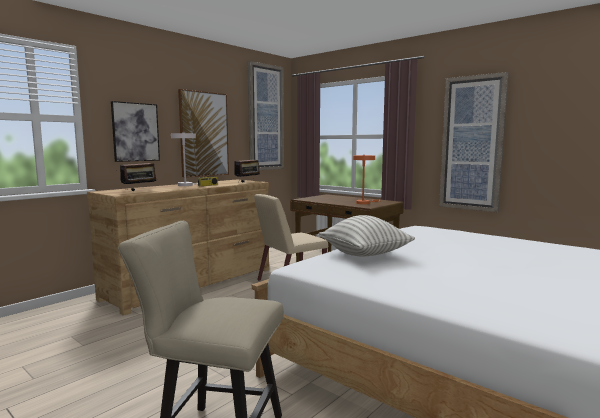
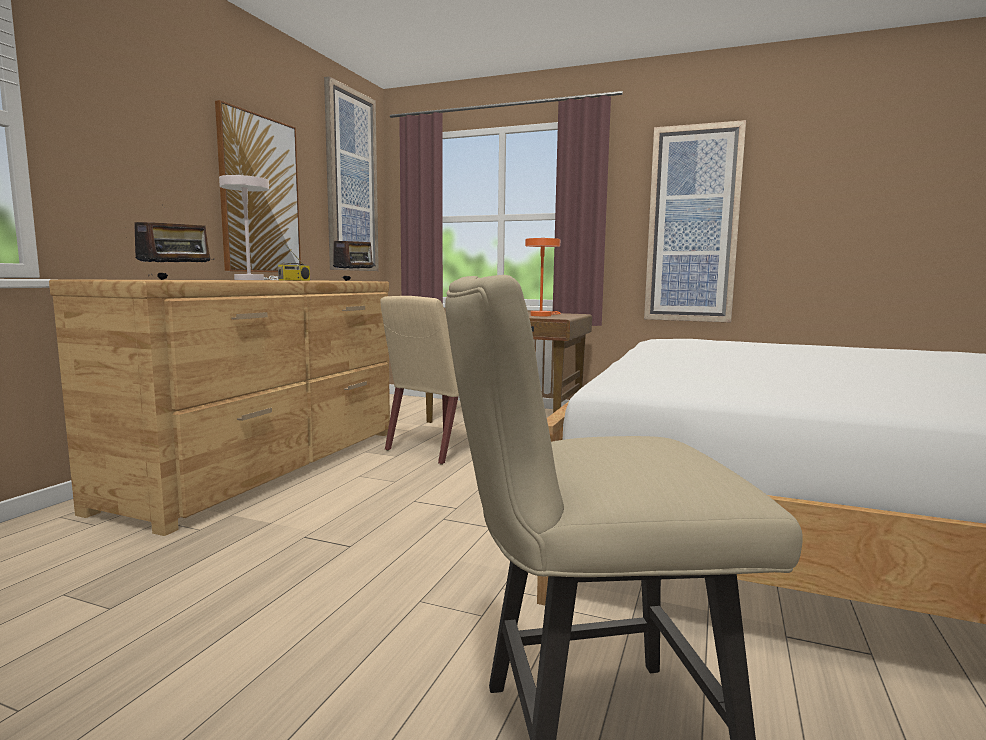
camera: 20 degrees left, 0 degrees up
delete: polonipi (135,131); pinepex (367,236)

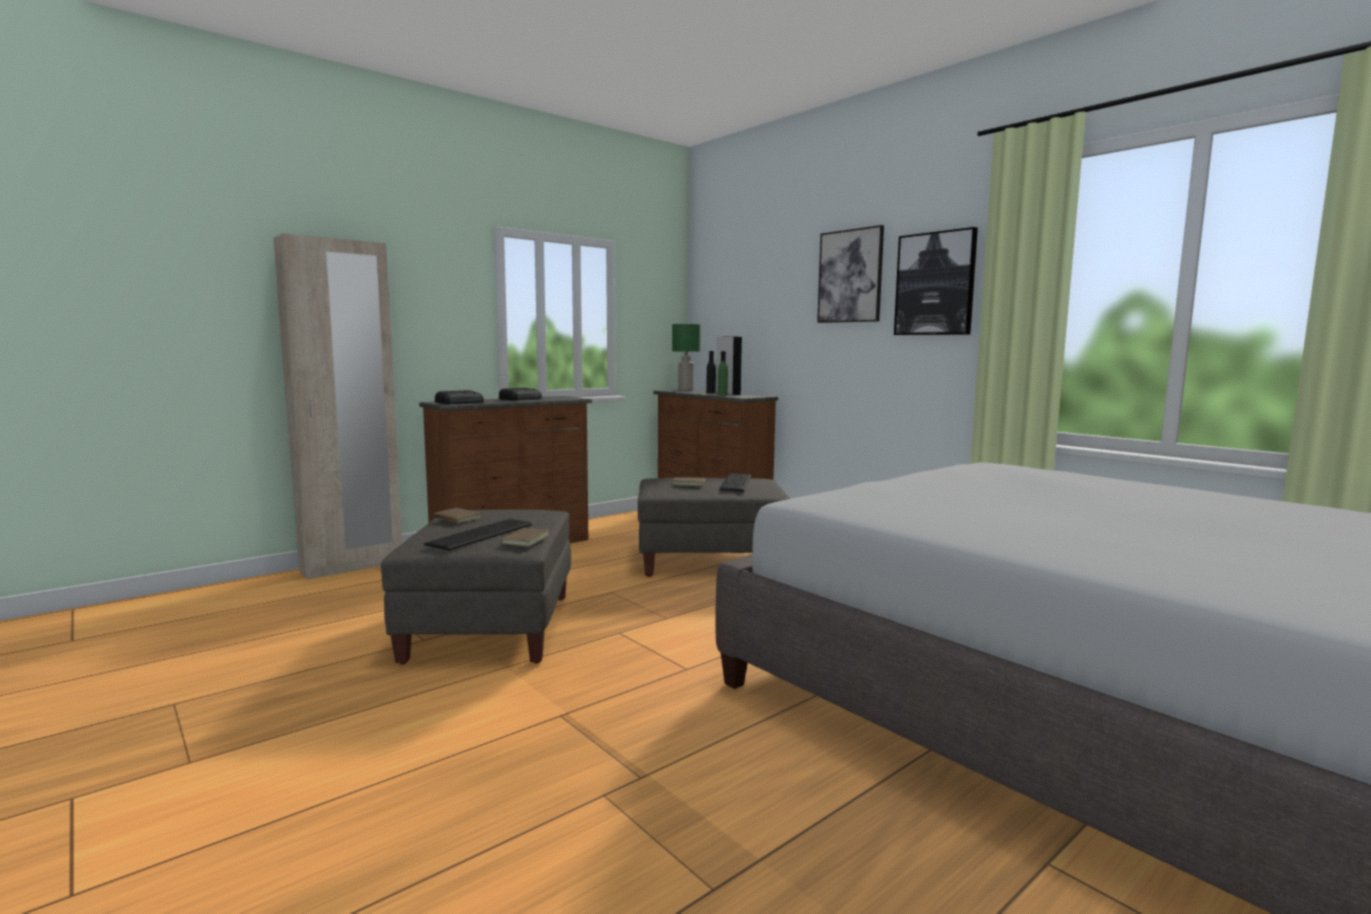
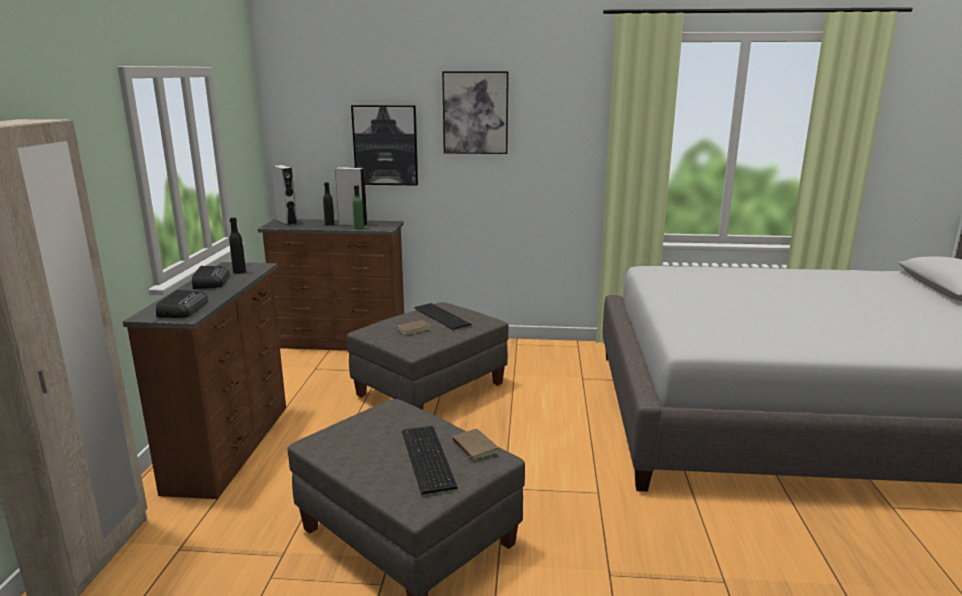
camera: 45 degrees left, 10 degrees up
delete: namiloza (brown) (457,515)
insert: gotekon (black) (237,245)
move: polonipi (936,281) to (384,145)
replace: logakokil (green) (686,357) to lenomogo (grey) (284,195)

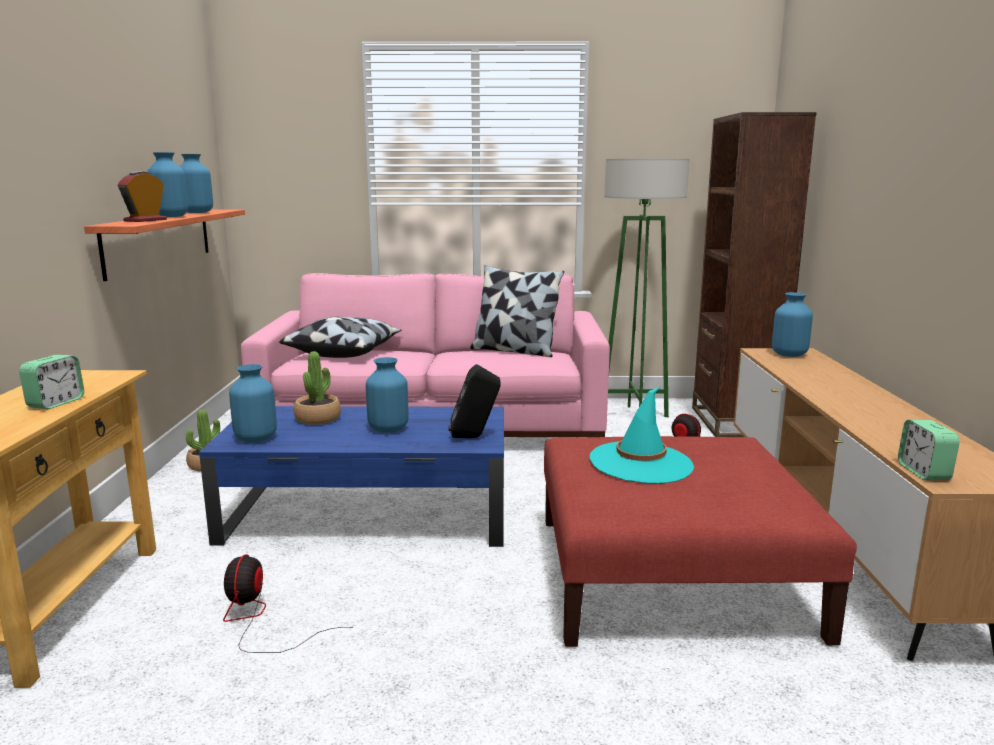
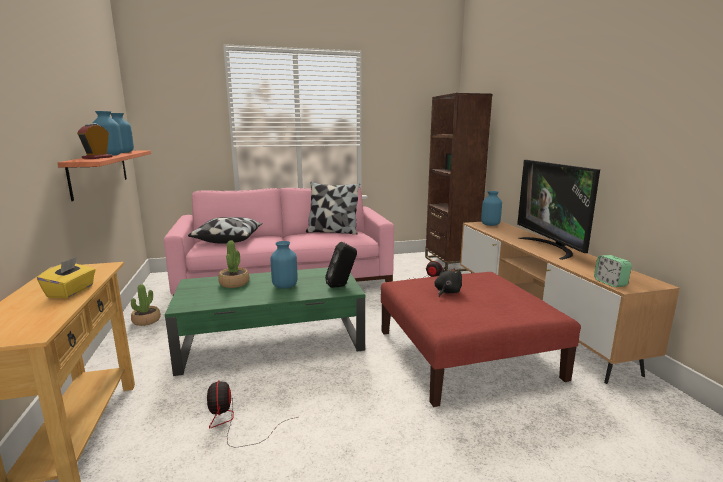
camera: 15 degrees left, 0 degrees up
delete: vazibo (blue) (253,403); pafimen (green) (647,288)
insert: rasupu (558,210)
replace: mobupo (51,382) to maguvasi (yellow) (66,277); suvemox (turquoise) (641,435) to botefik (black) (448,282)
recolor: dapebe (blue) (351,476) to dapebe (green) (265,321)

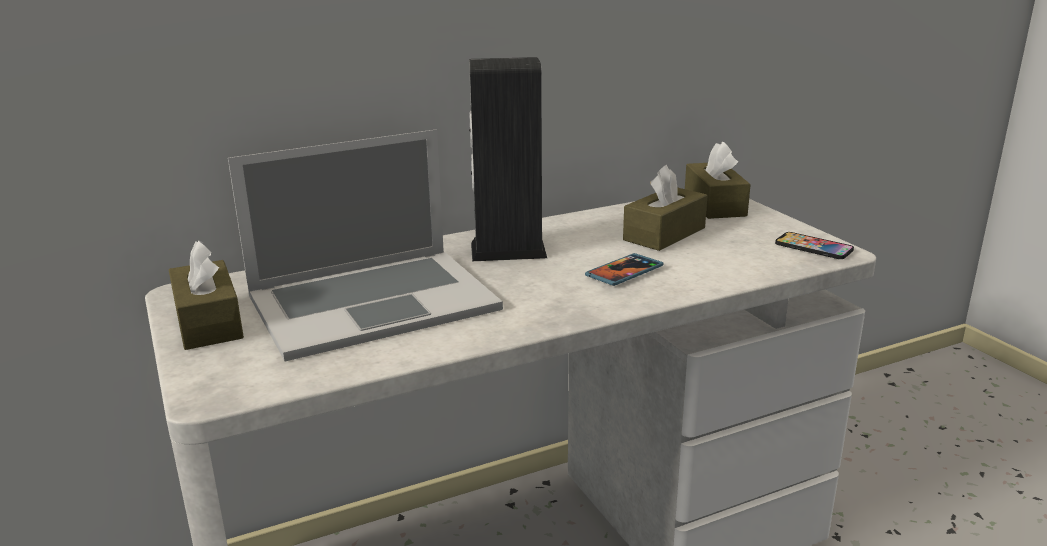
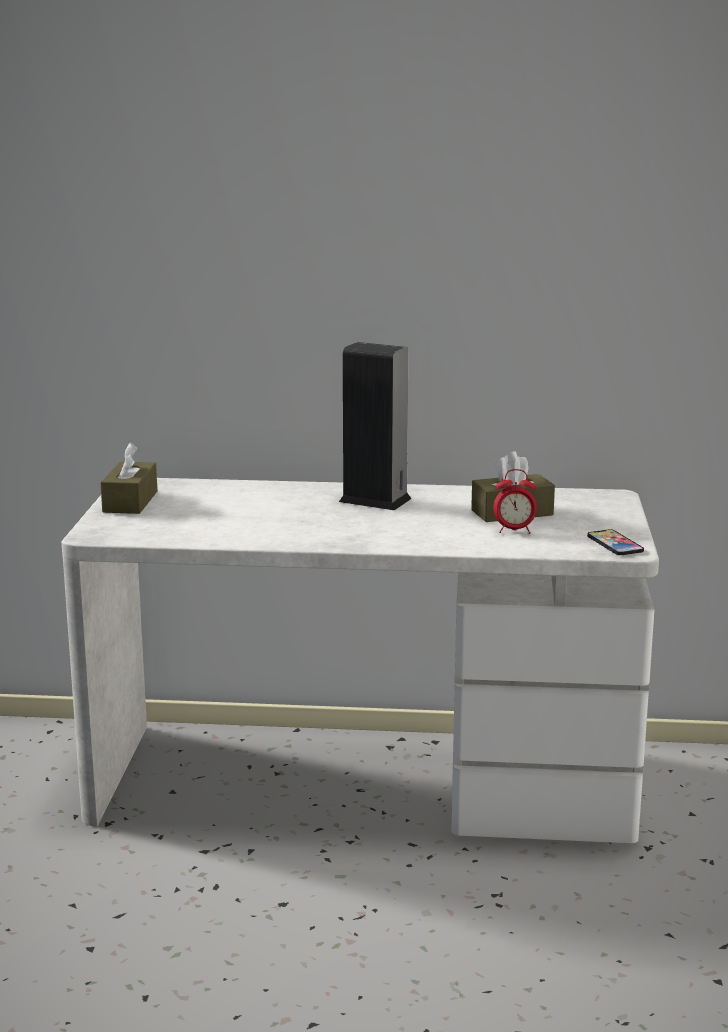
camera: 30 degrees right, 5 degrees down
delete: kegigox (365,245); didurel (624,269); maguvasi (brown) (718,180)
insert: mobupo (515,501)

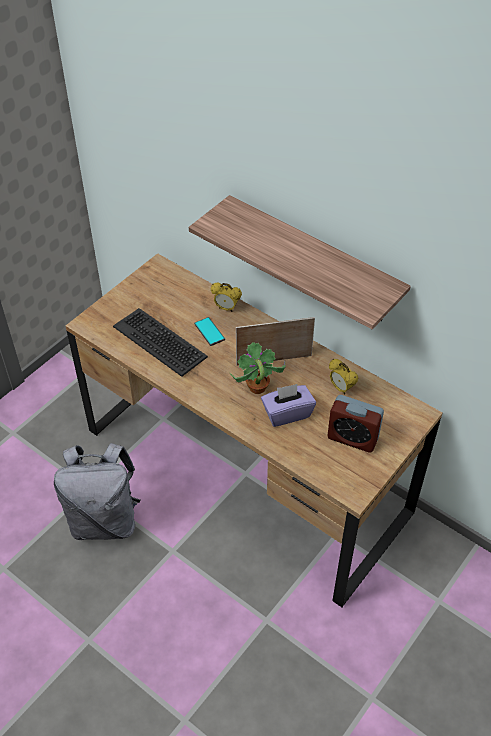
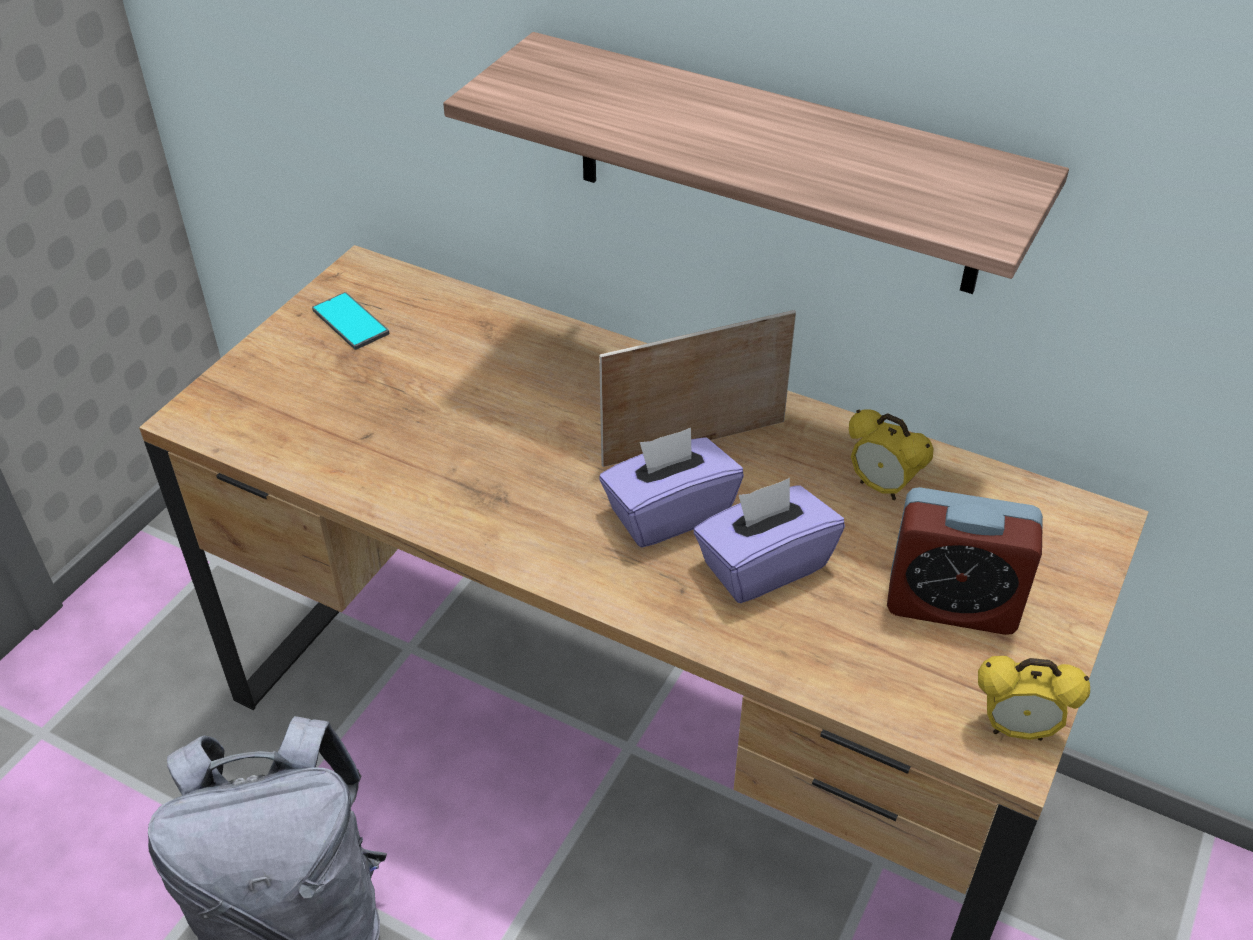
camera: 10 degrees left, 5 degrees down
delete: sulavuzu (160,342)
move: didurel (209,331) to (350,321); mobupo (226,297) to (1034,698)
replace: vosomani (258,368) to maguvasi (purple) (671,488)

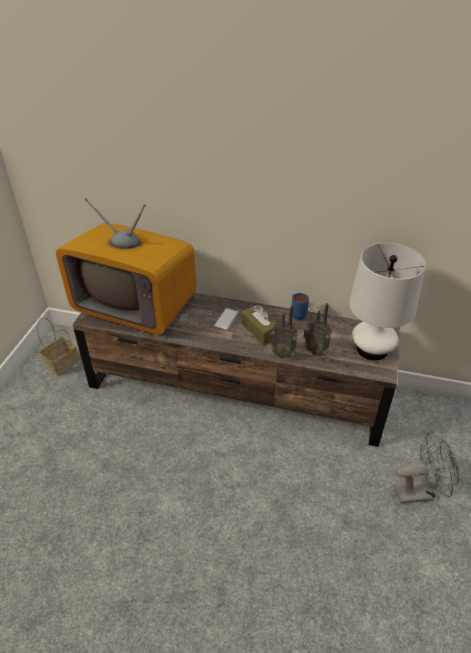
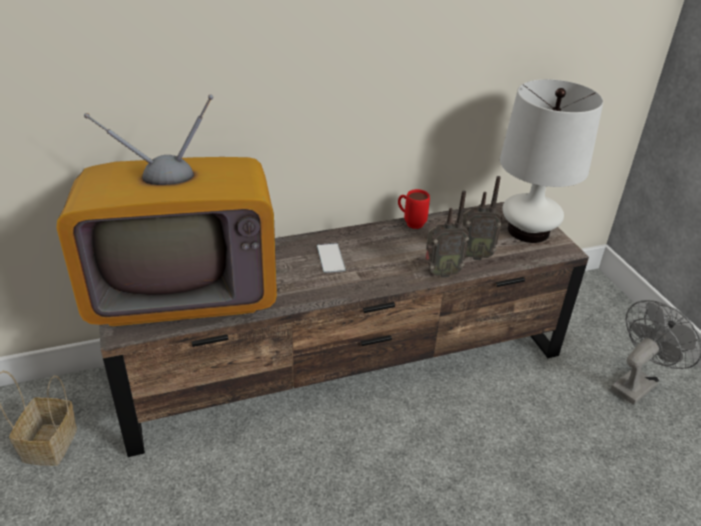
camera: 35 degrees left, 5 degrees down
delete: maguvasi (brown) (260,324)
recolor: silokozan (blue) (300,306) to silokozan (red) (414,209)

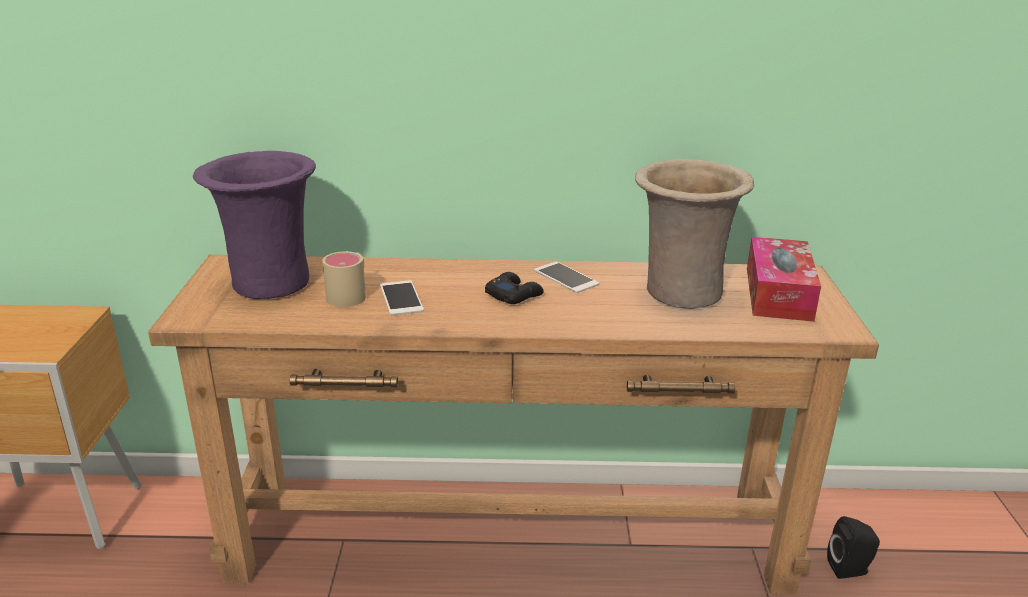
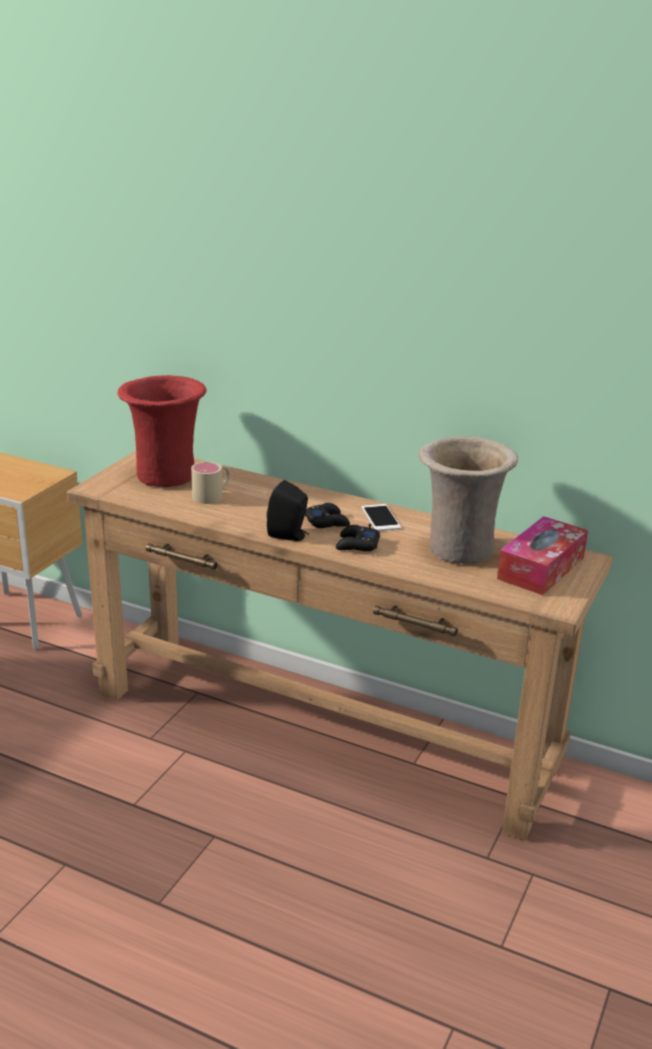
camera: 25 degrees right, 0 degrees up
delete: didurel (402,298)
insert: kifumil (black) (358,537)
move: lenomogo (black) (853,547) to (288,510)
recolor: vazibo (purple) (254,225) to vazibo (red) (162,431)

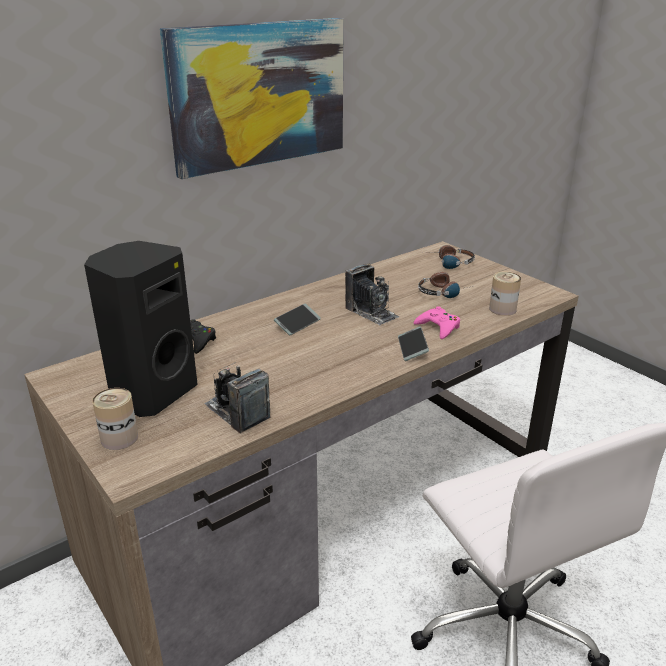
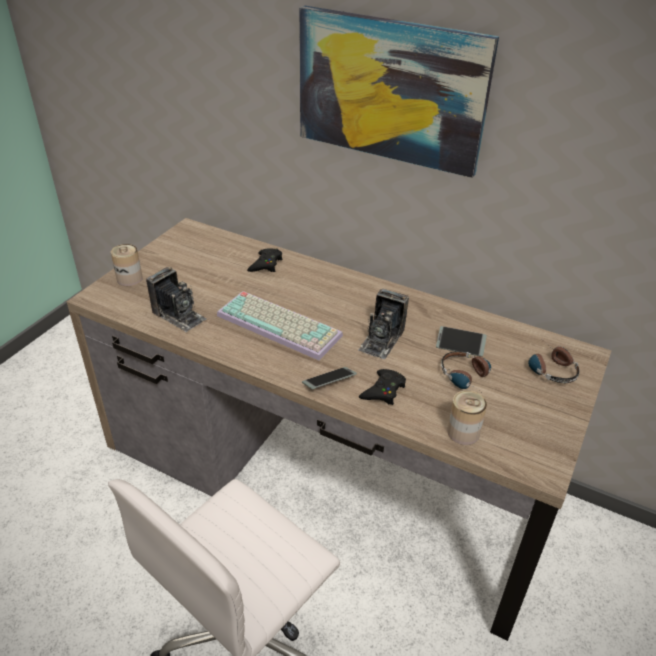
camera: 65 degrees right, 10 degrees up
delete: lenomogo (black) (141,329)
insert: sulavuzu (280,325)
move: didurel (297,320) to (461,341)
recolor: kifumil (pink) (437,322) to kifumil (black) (382,387)
rotate: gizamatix (237,397) = (176,299) 105 degrees clockwise

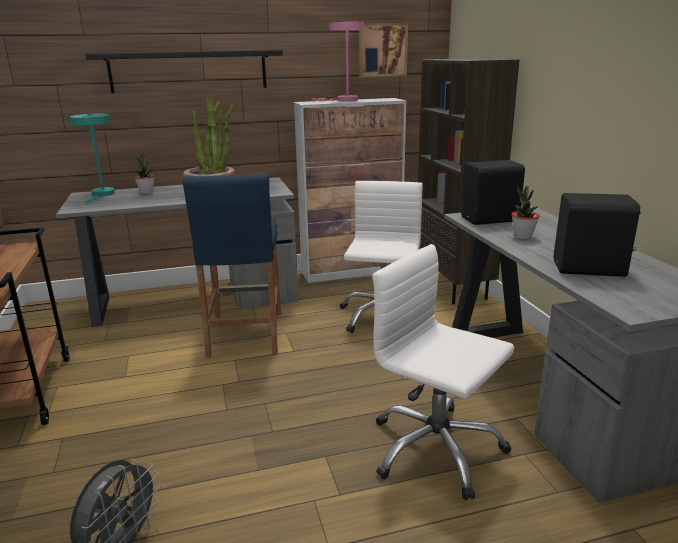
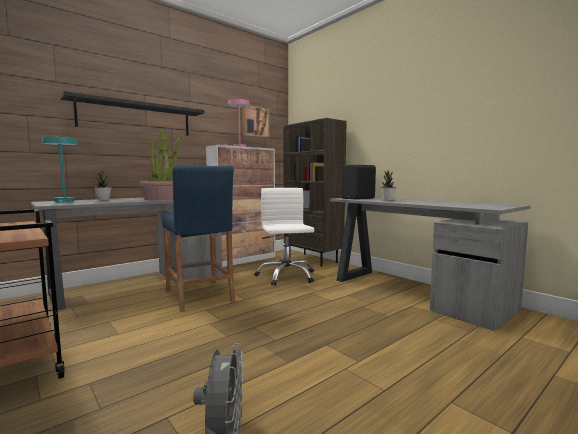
camera: 25 degrees left, 15 degrees down
delete: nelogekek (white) (443,372); lenomogo (black) (597,235)

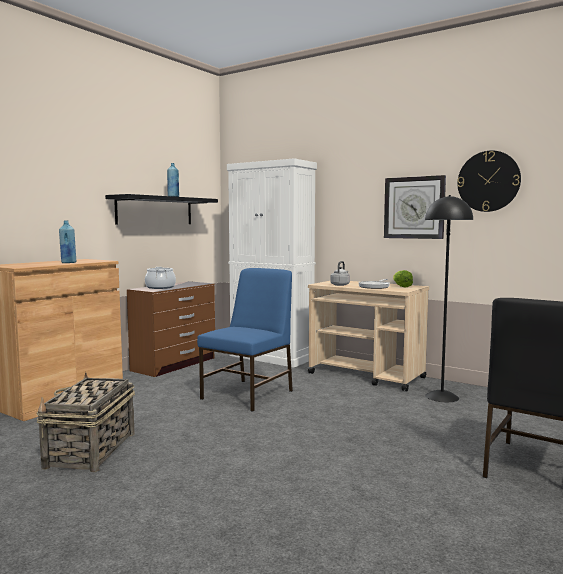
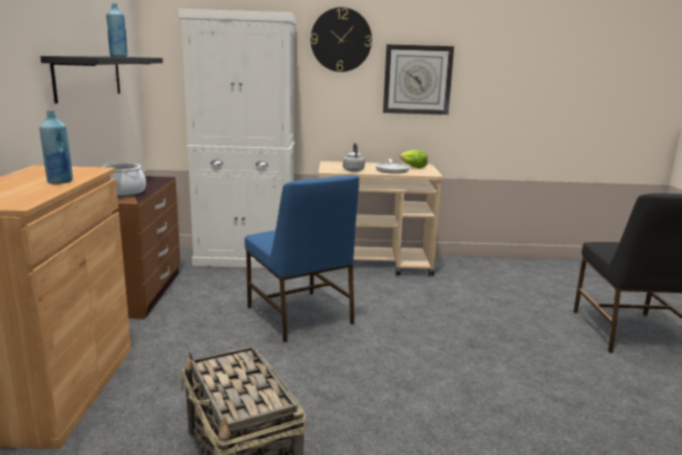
camera: 35 degrees left, 10 degrees up
delete: pafimen (black) (449,298)
move: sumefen (489,181) to (341,39)
rotate: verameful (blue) (245,340) = (302,258) 150 degrees clockwise

